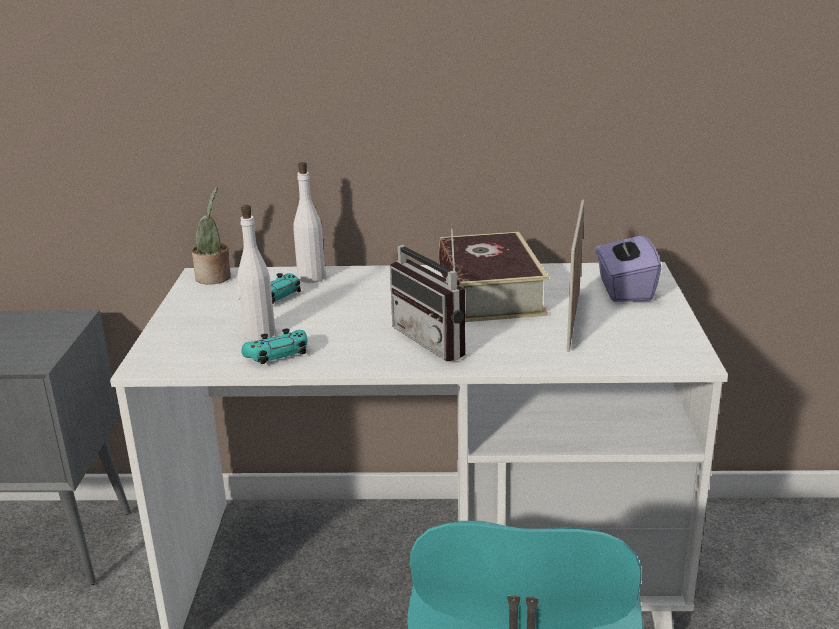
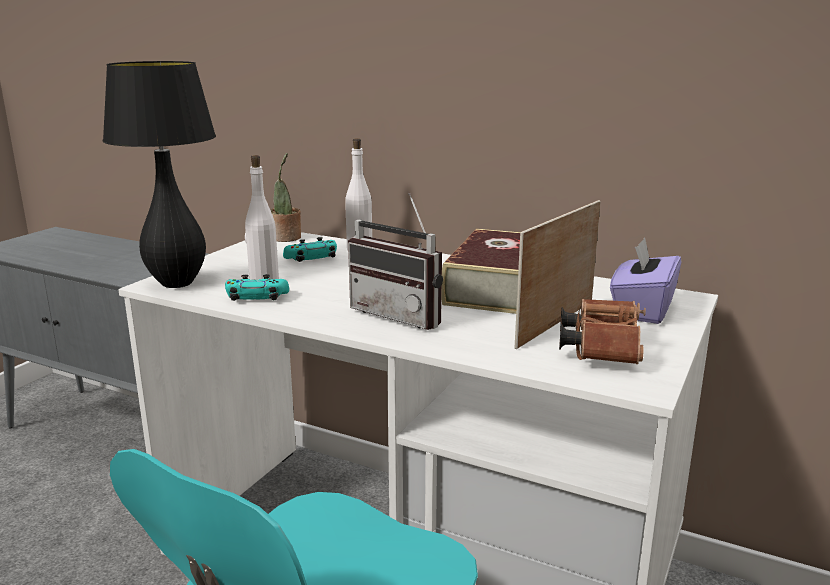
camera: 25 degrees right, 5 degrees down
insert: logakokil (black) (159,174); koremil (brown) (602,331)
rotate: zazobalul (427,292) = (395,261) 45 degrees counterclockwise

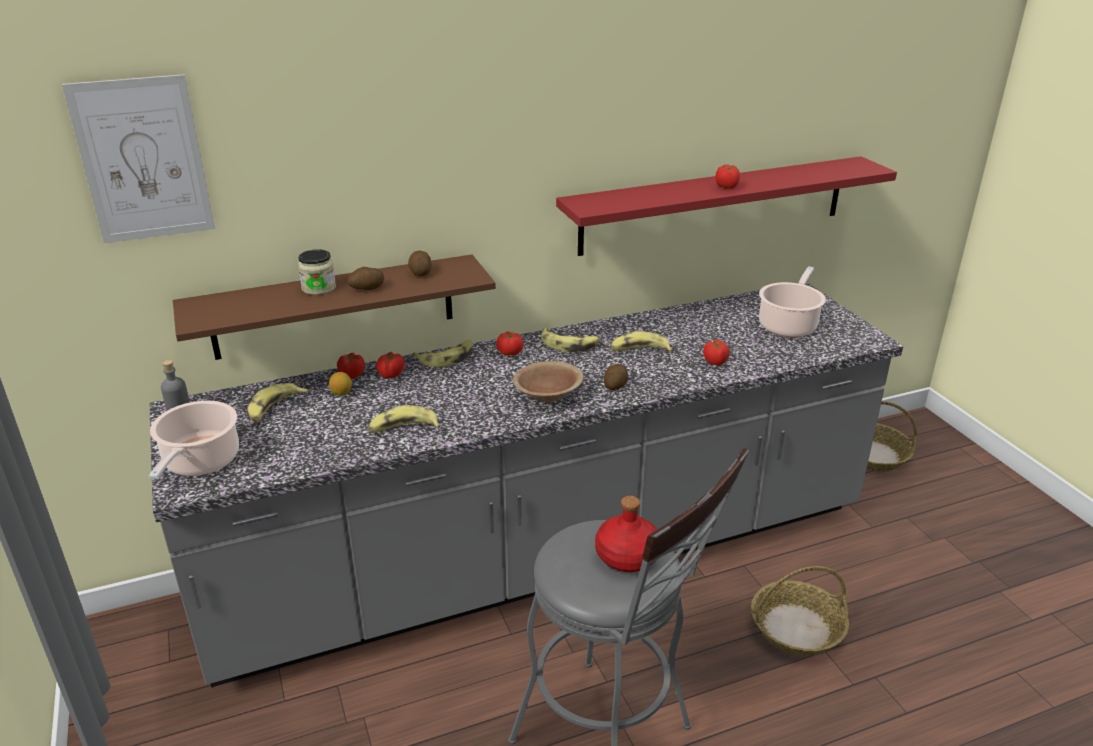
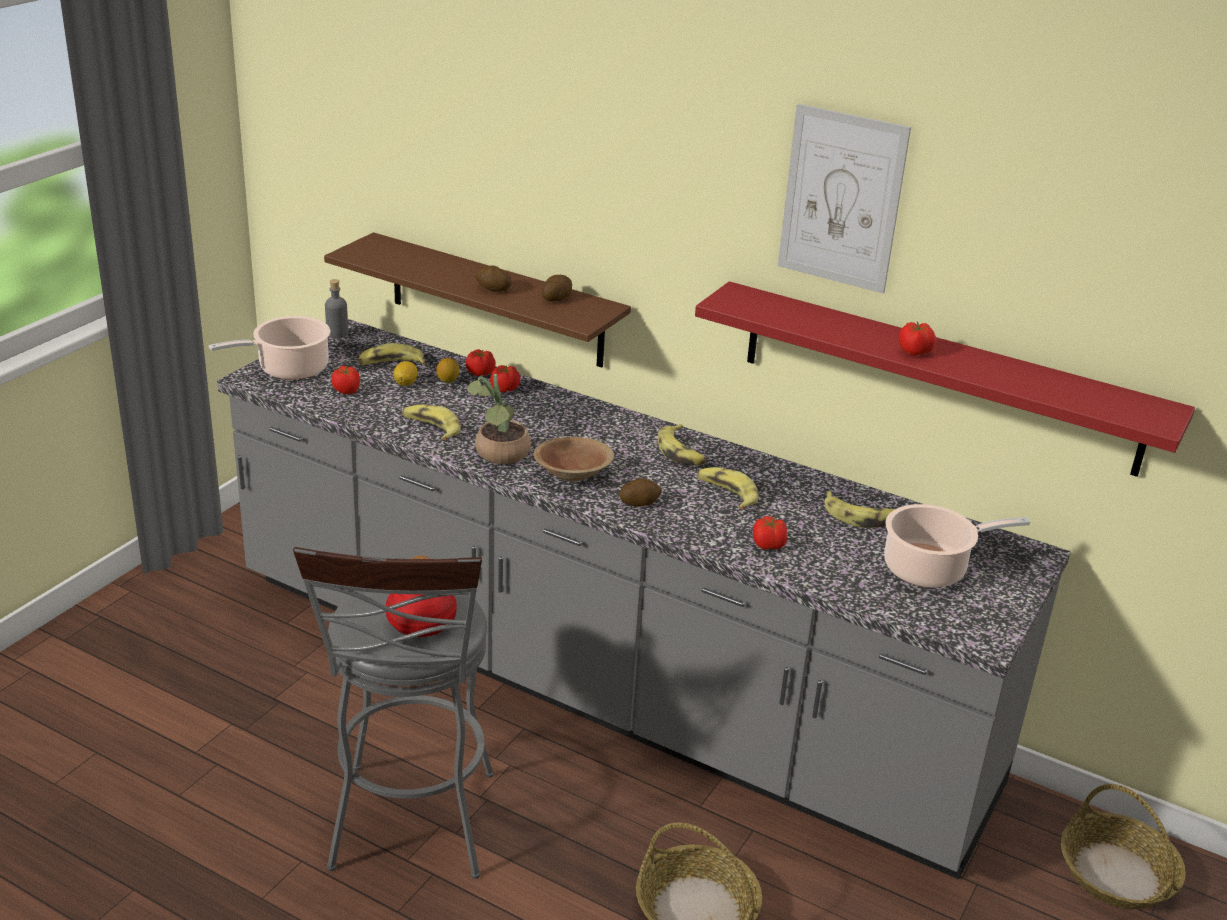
camera: 50 degrees right, 0 degrees up
delete: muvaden (317,272)
insert: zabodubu (406,373); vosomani (499,419)
move: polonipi (138,158) to (844,198); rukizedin (442,353) to (860,509); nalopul (510,343) to (346,380)

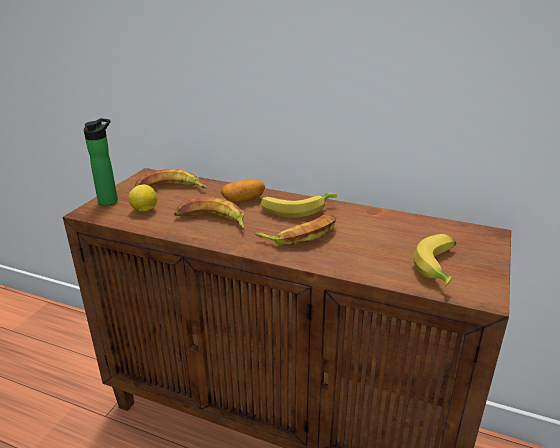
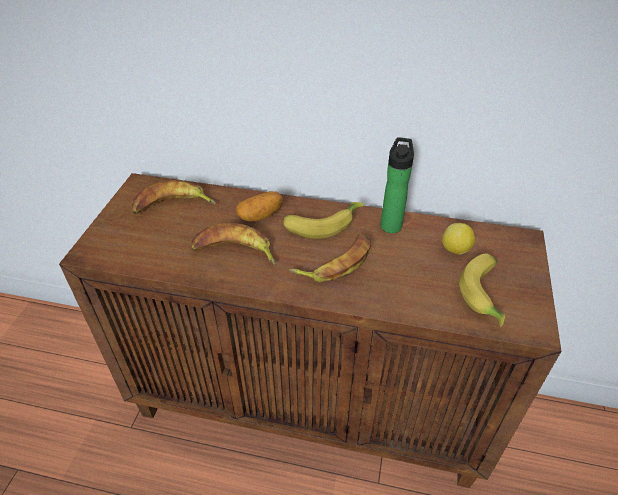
camera: 10 degrees left, 15 degrees up
move: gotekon (101,162) to (397,185); zabodubu (142,198) to (458,239)

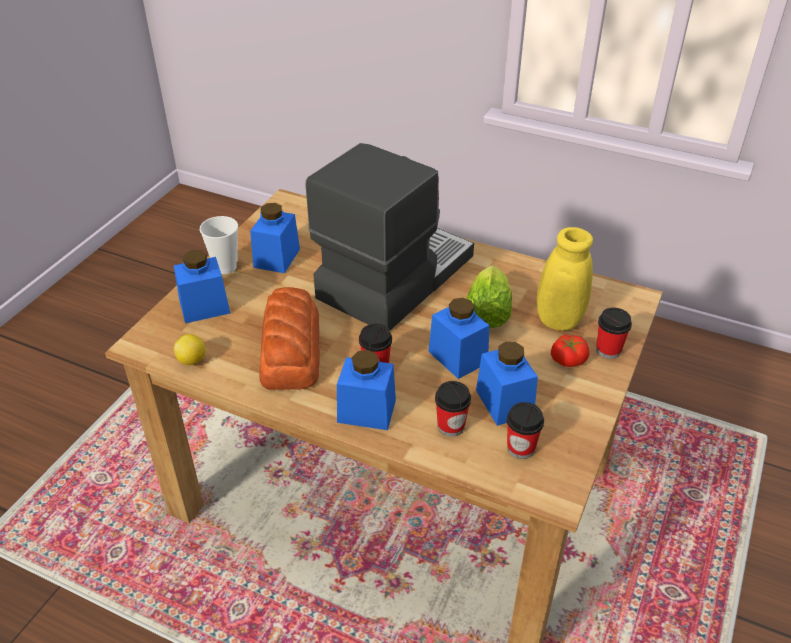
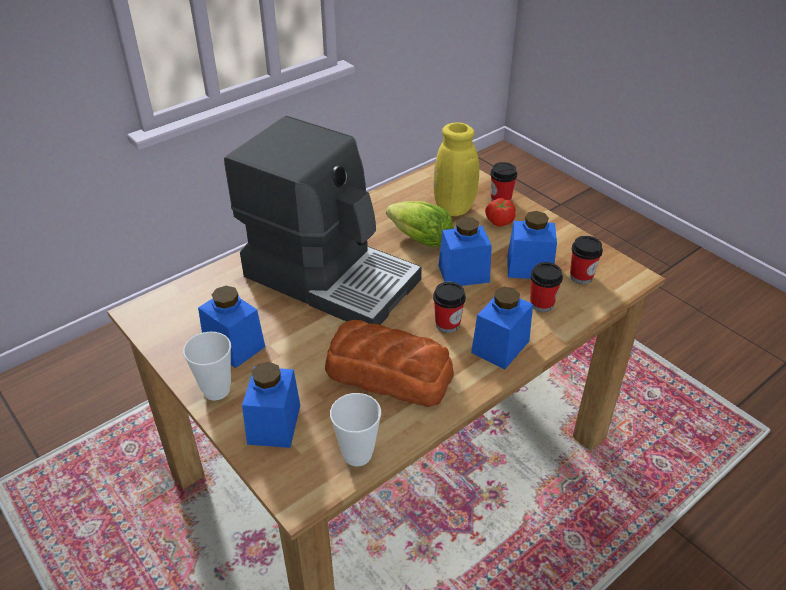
camera: 65 degrees left, 0 degrees up
replace: zabodubu (189,349) to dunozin (355,429)
rotate: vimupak (390,236) = (323,220) 150 degrees clockwise

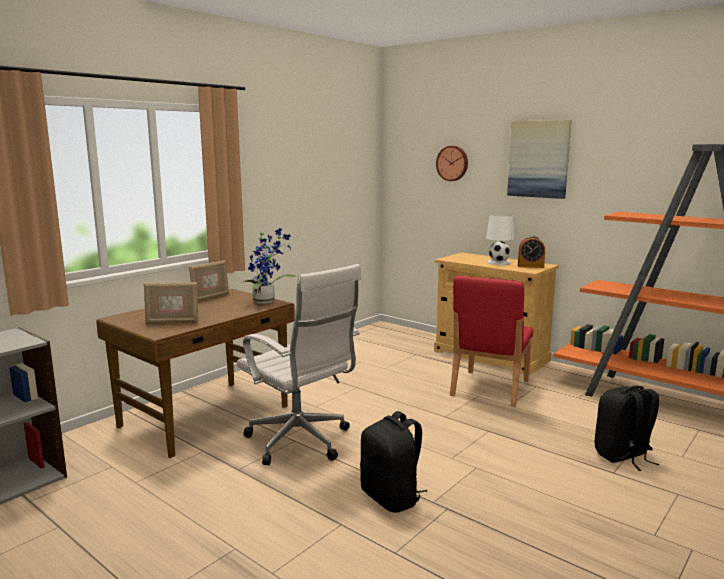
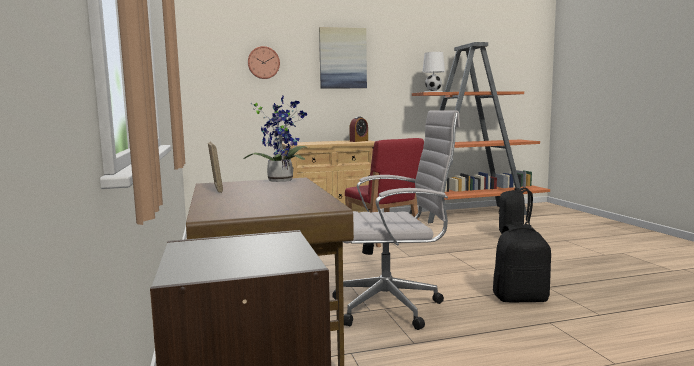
camera: 55 degrees left, 5 degrees down
delete: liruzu (171,303)
move: logakokil (white) (500,239) to (433,72)

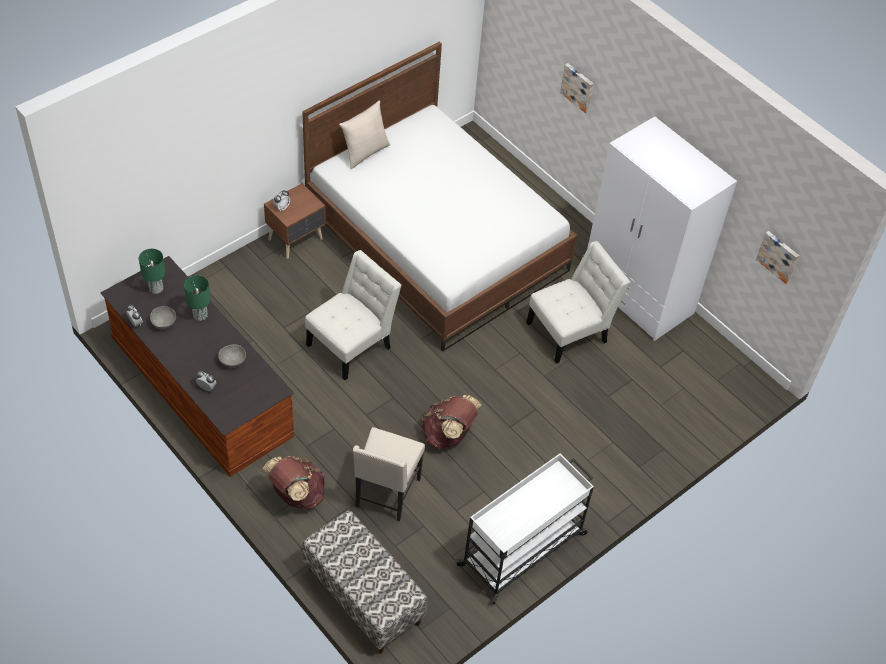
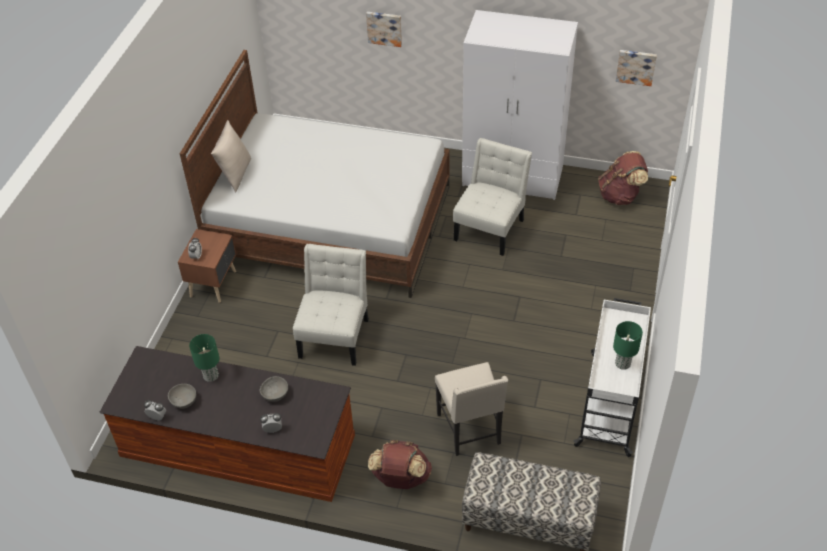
camera: 30 degrees left, 5 degrees down
move: logakokil (green) (152,271) to (628,345); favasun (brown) (451,422) to (623,178)

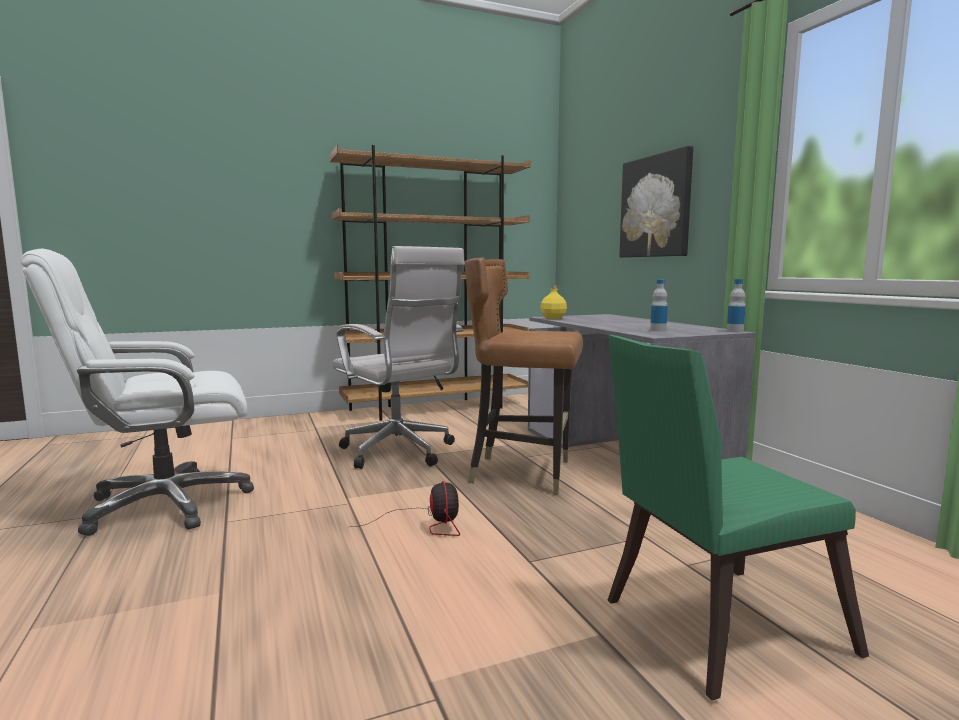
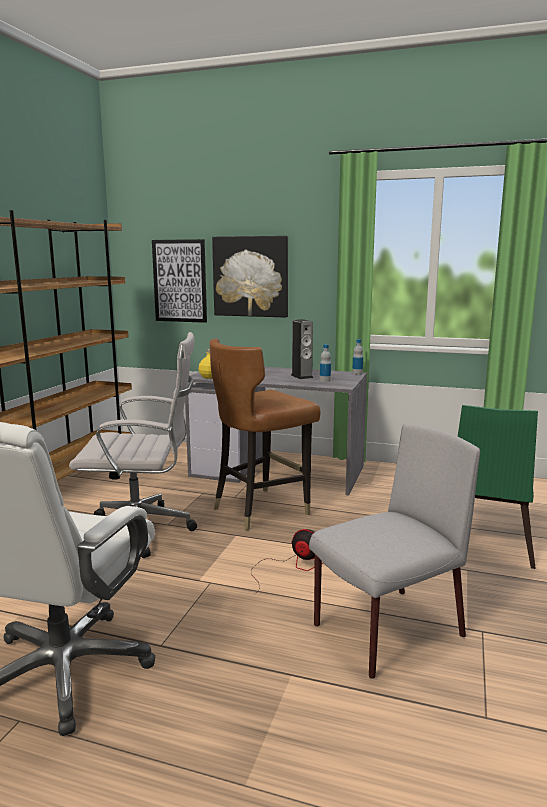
camera: 50 degrees left, 5 degrees up
insert: polonipi (179,281); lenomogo (302,349); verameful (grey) (394,551)

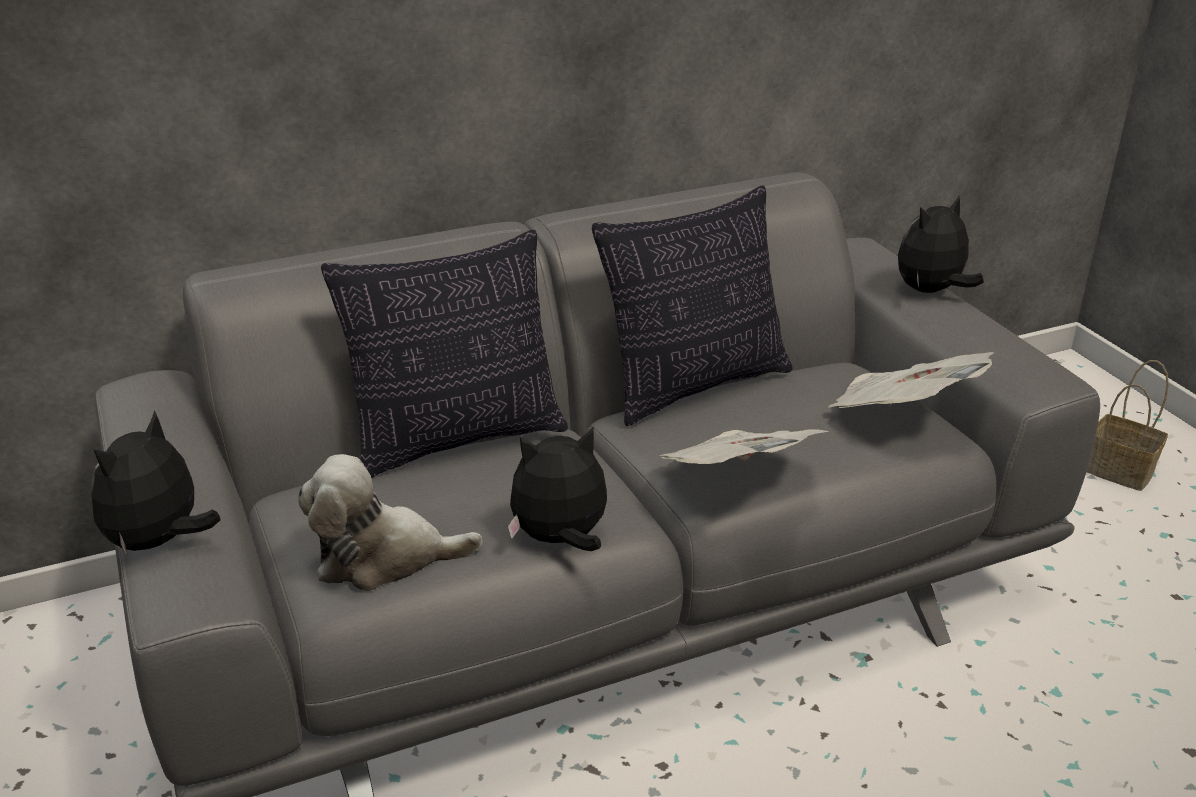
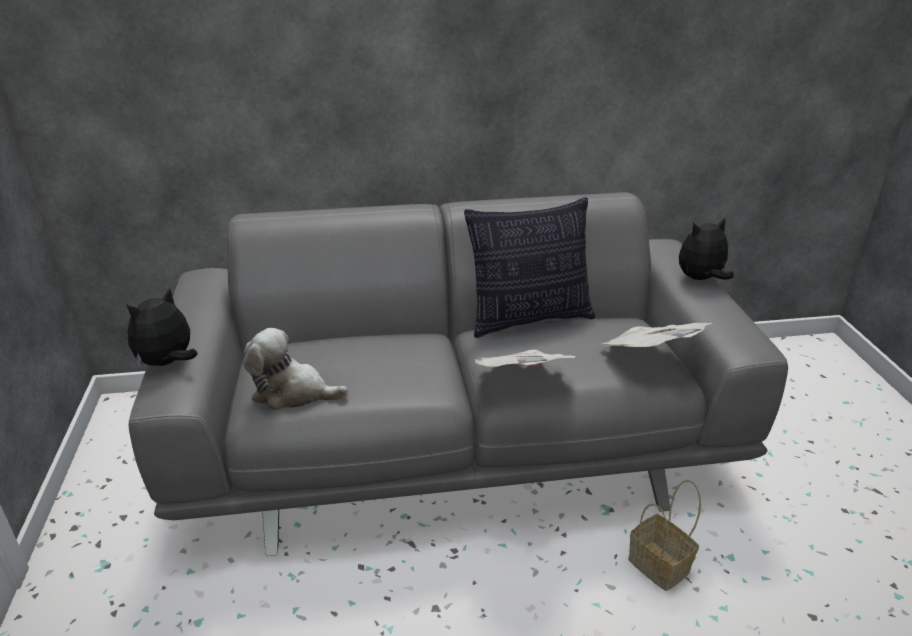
camera: 15 degrees right, 0 degrees up
delete: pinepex (444,354); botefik (557,489)
move: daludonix (1128,425) to (664,535)

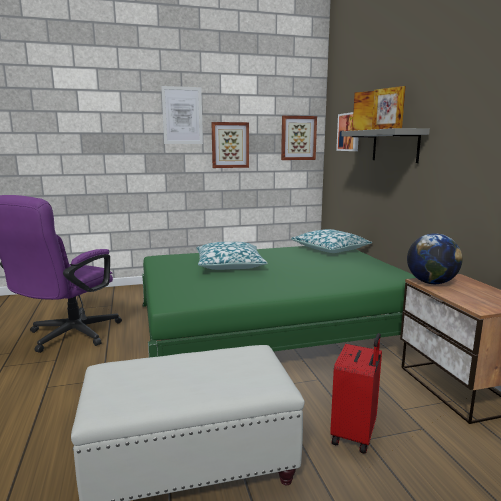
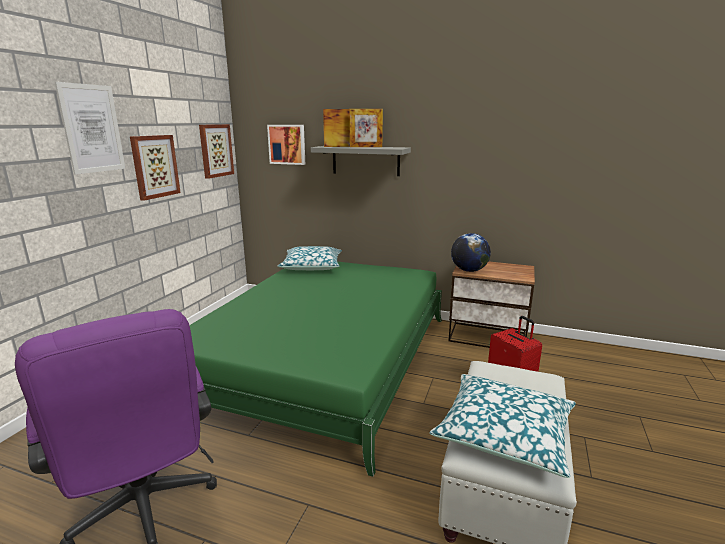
camera: 55 degrees left, 5 degrees up
move: pinepex (232,256) to (503,426)

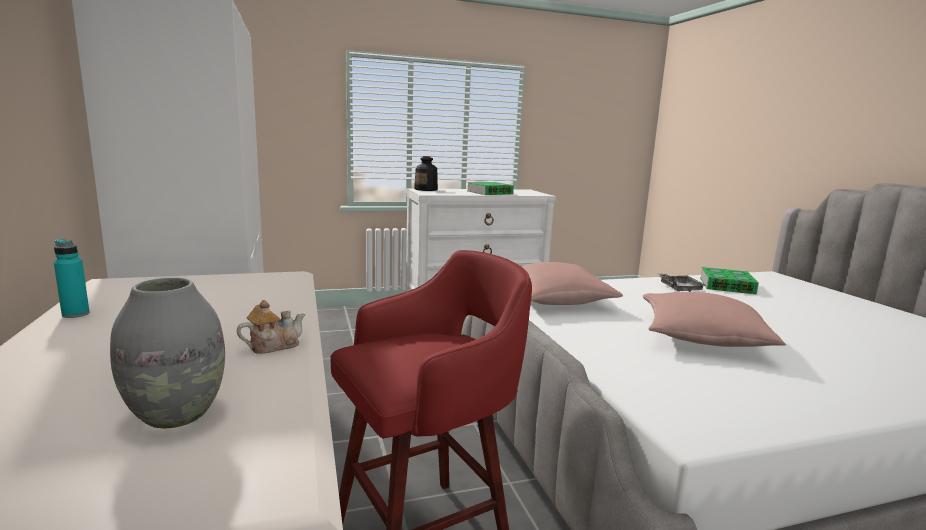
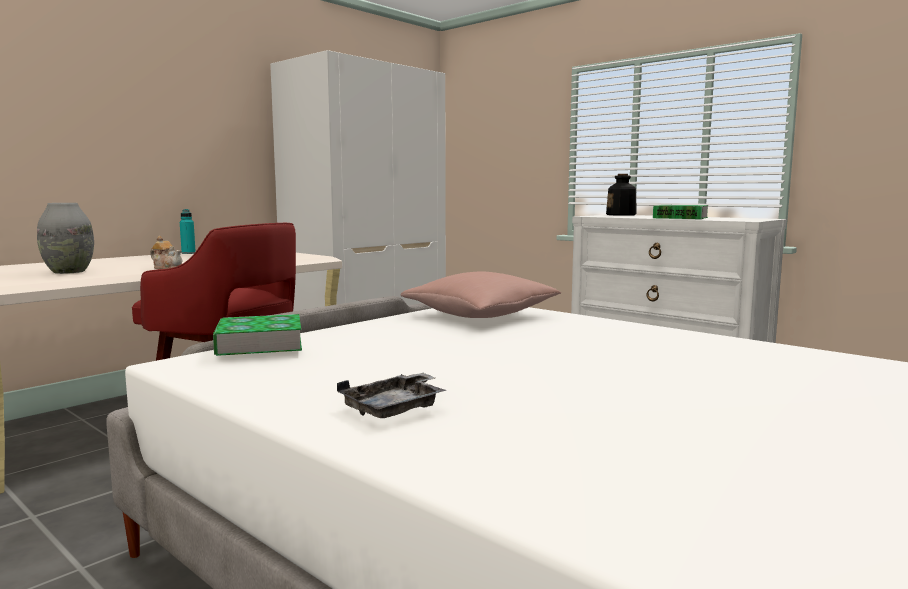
camera: 60 degrees right, 5 degrees down
delete: pinepex (pink) (714,319)
move: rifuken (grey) (682,283) to (391,395); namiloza (729,280) to (257,335)

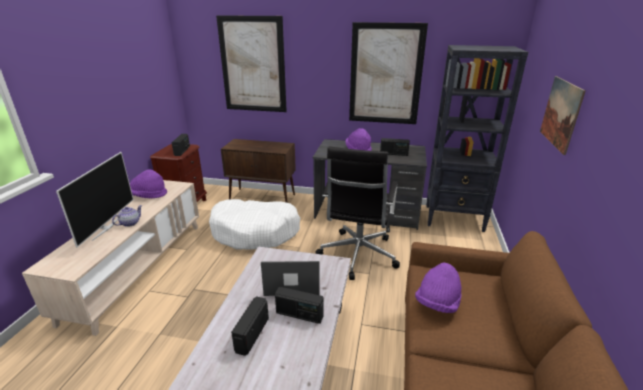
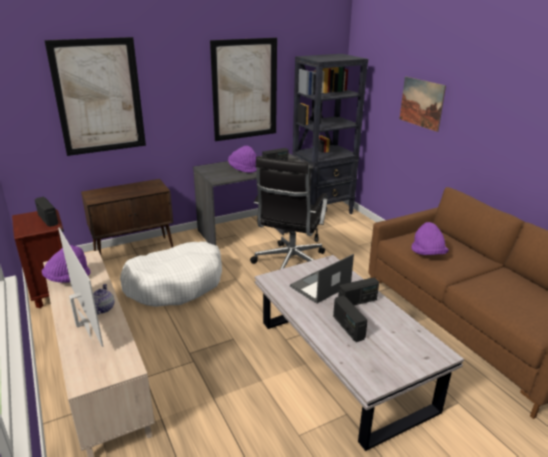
camera: 40 degrees left, 0 degrees up
rotate: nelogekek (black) (357,213) = (289,212) 45 degrees clockwise

